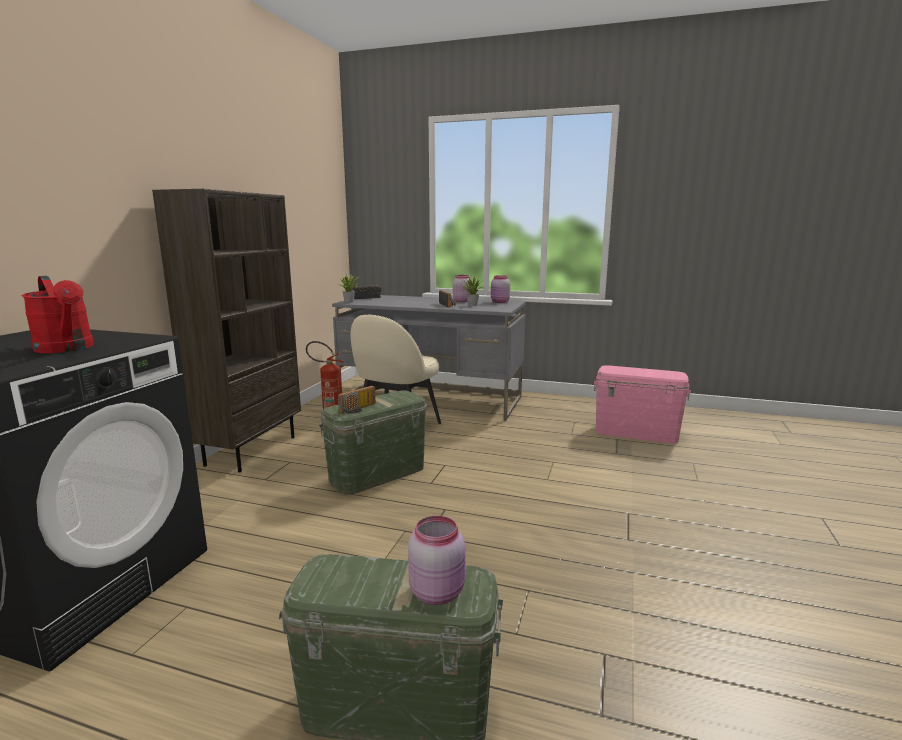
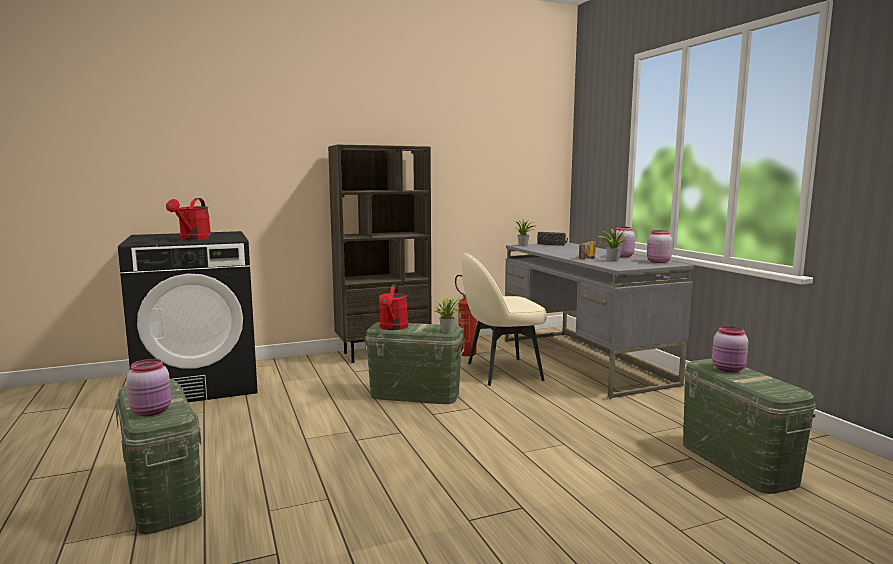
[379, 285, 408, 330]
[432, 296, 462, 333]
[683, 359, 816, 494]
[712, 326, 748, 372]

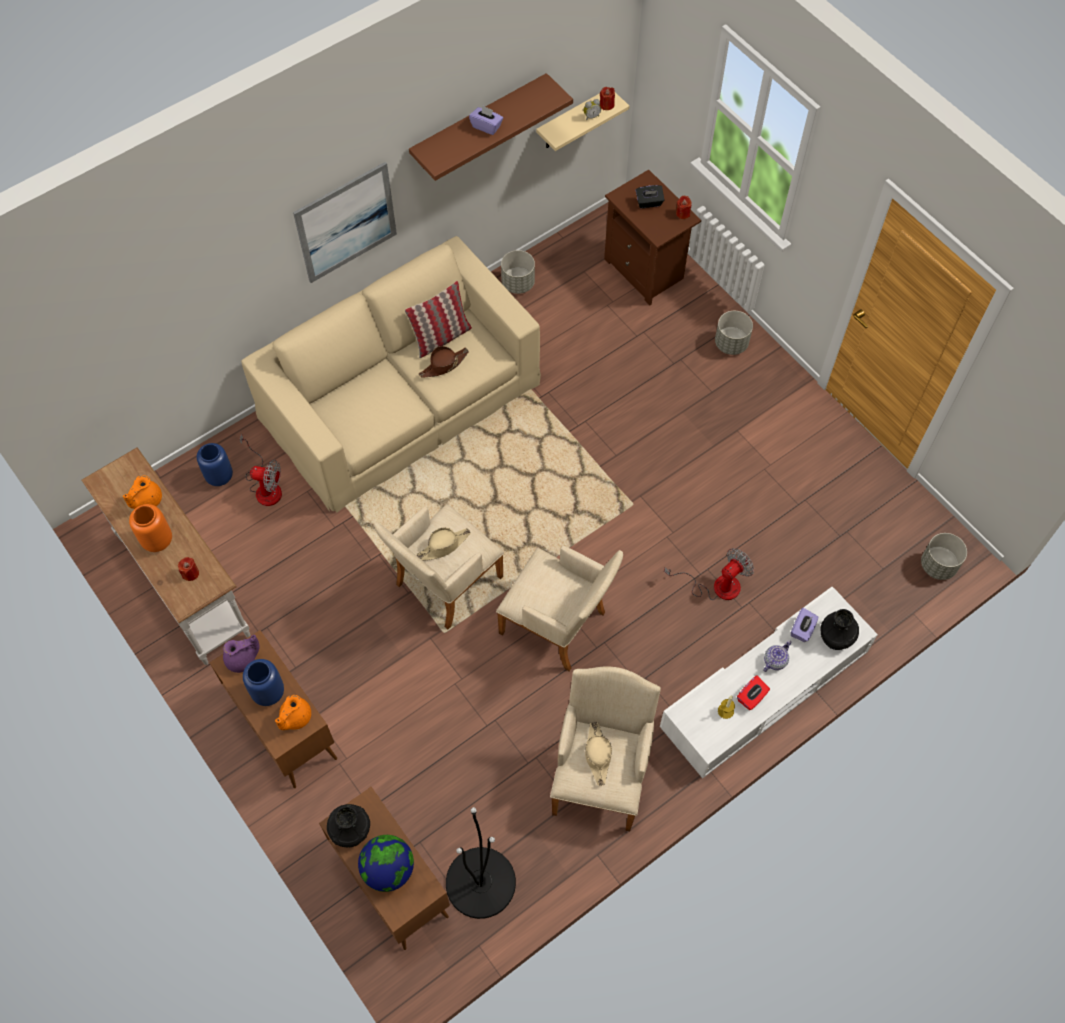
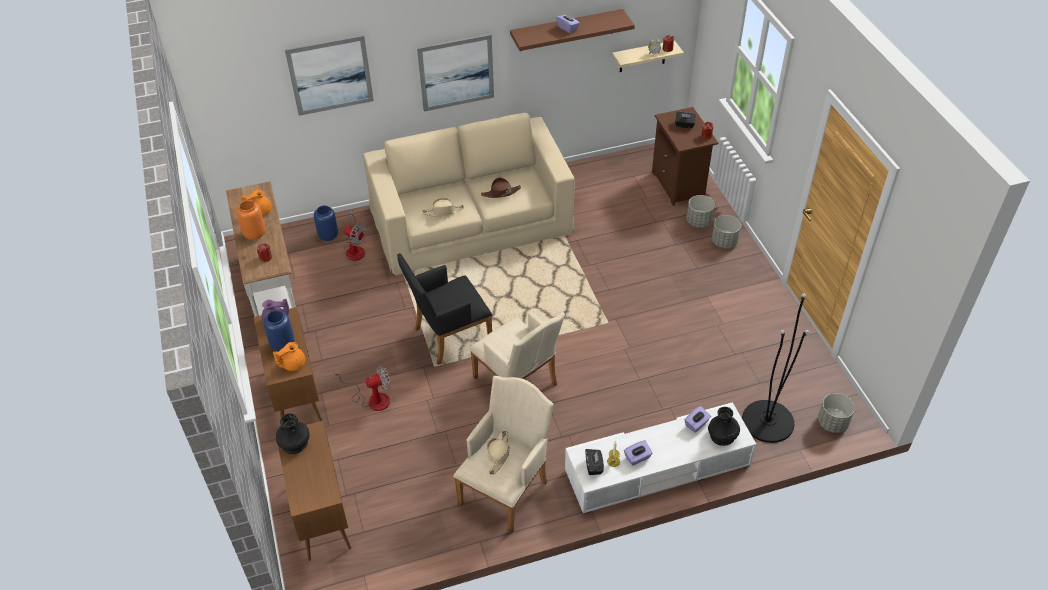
[285, 35, 374, 116]
[334, 365, 391, 411]
[397, 253, 492, 365]
[423, 198, 464, 217]
[585, 449, 604, 475]
[624, 440, 653, 466]
[687, 195, 715, 228]
[742, 293, 809, 443]
[358, 835, 414, 892] (first image)
[405, 281, 472, 358] (first image)
[763, 640, 791, 672] (first image)

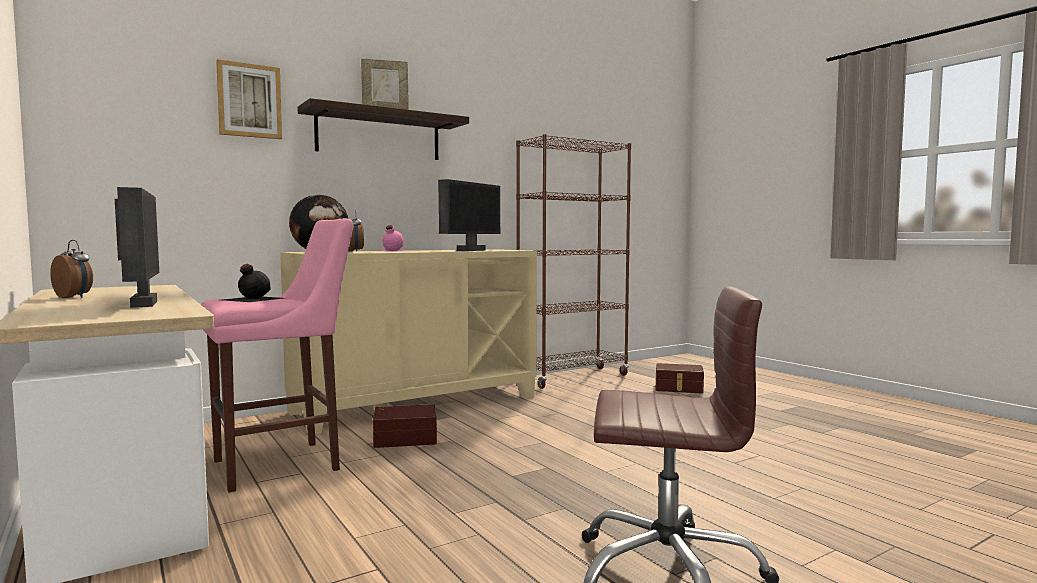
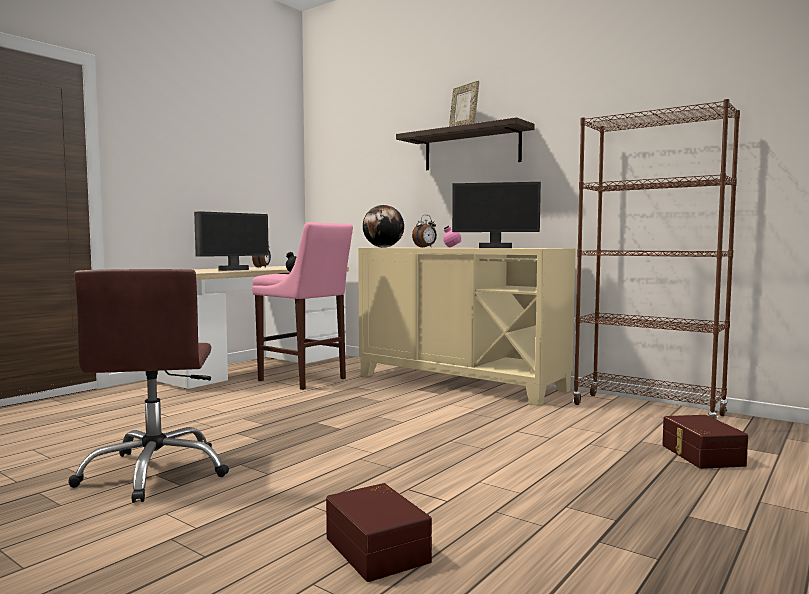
[326, 483, 432, 582]
[216, 59, 282, 139] (first image)

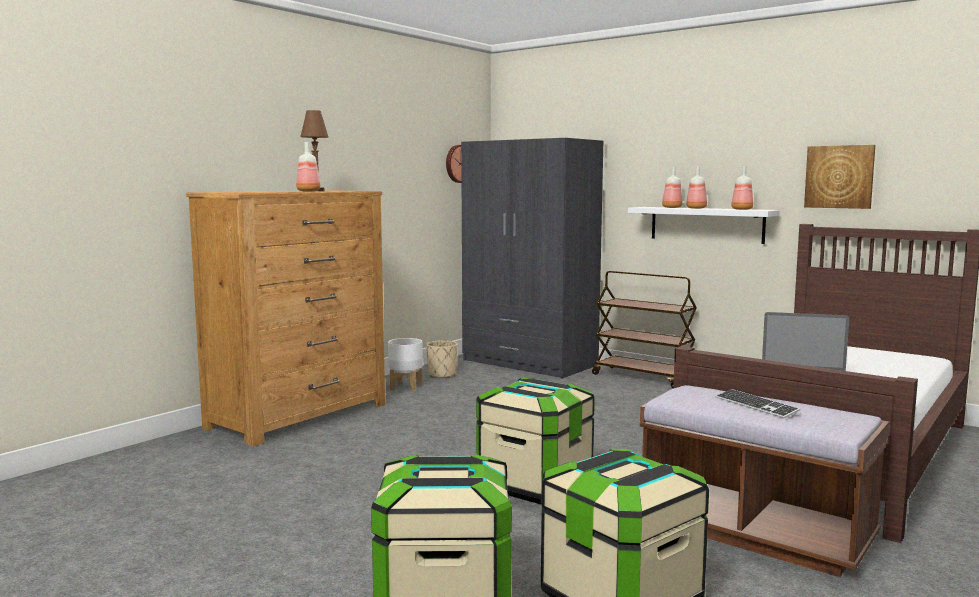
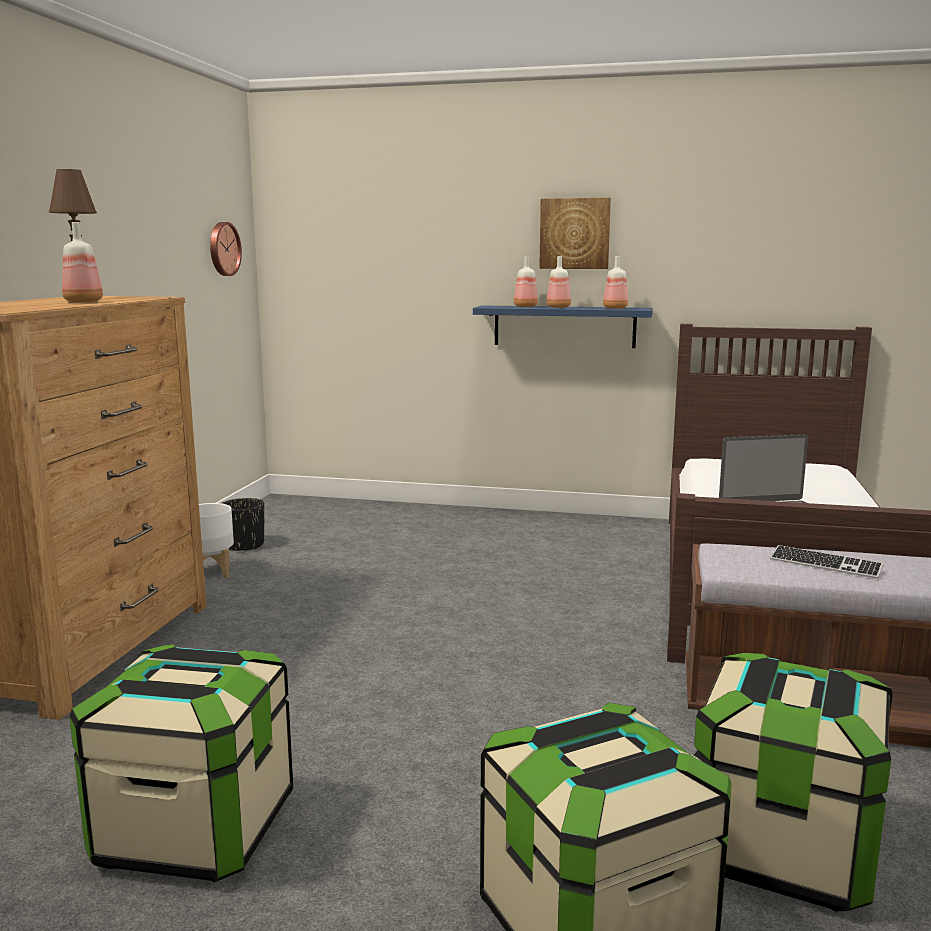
[69, 644, 293, 882]
[221, 498, 264, 551]
[473, 305, 653, 348]
[539, 198, 611, 269]
[461, 138, 603, 379] (first image)
[592, 271, 697, 388] (first image)

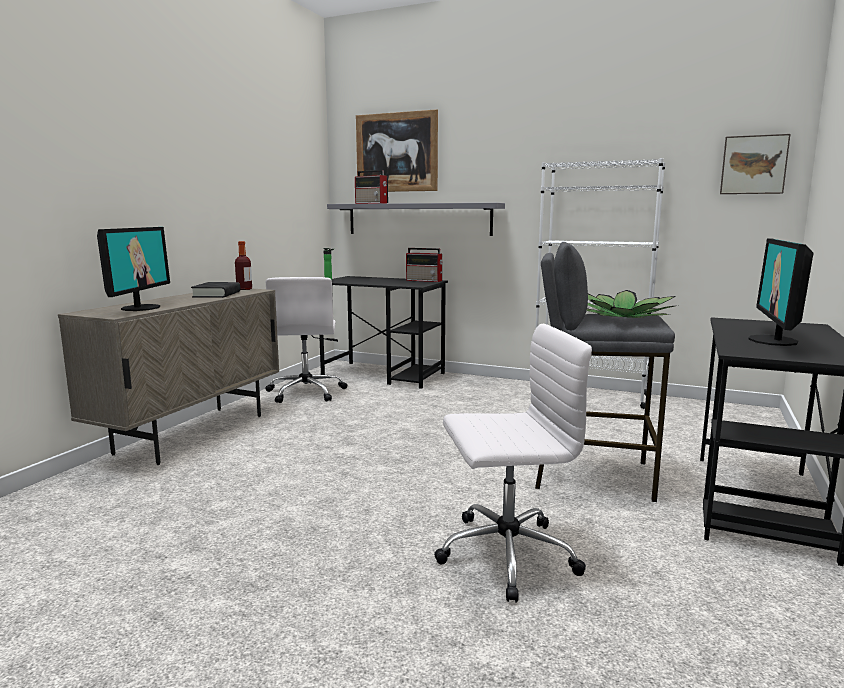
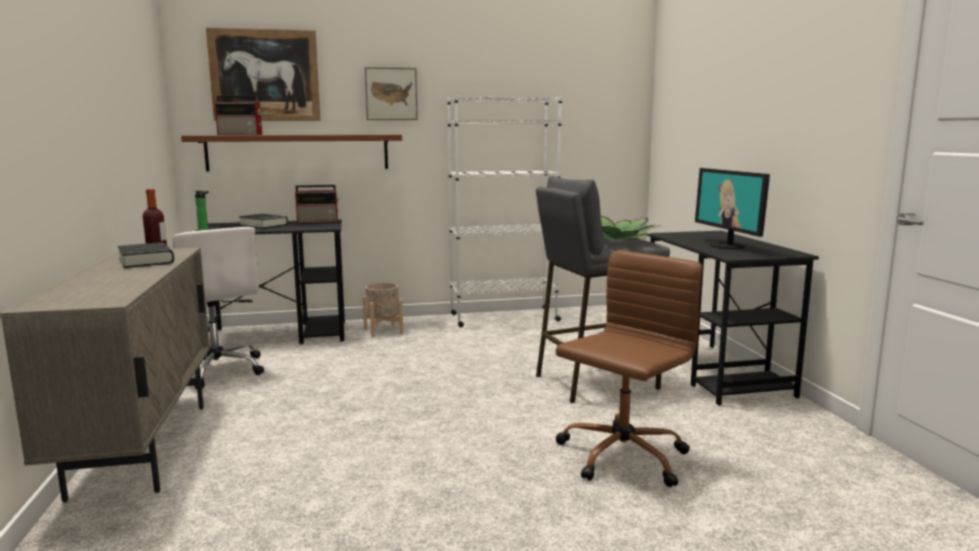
[181, 135, 402, 172]
[239, 214, 288, 229]
[363, 283, 403, 338]
[365, 67, 418, 120]
[556, 251, 702, 487]
[97, 227, 170, 311] (first image)

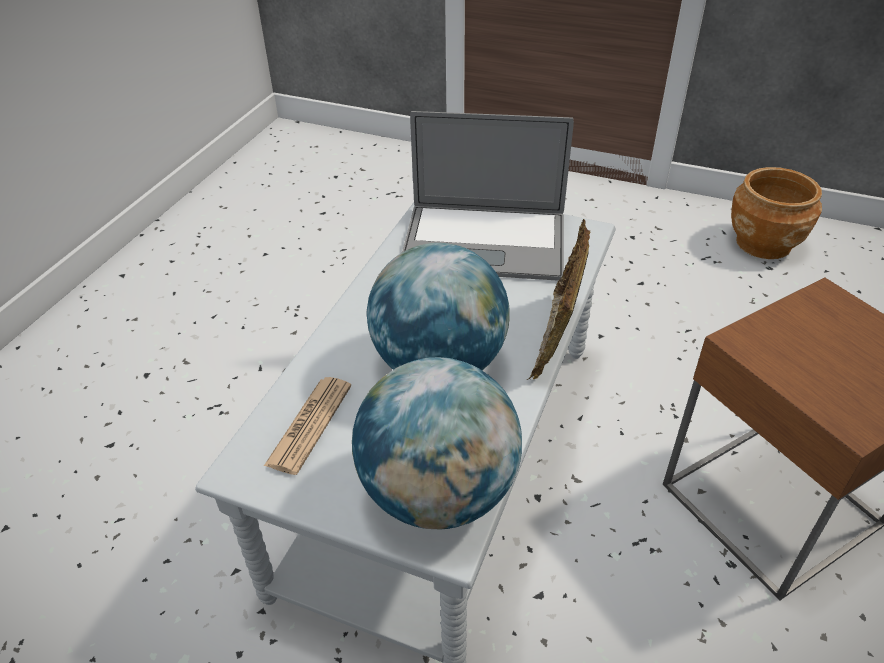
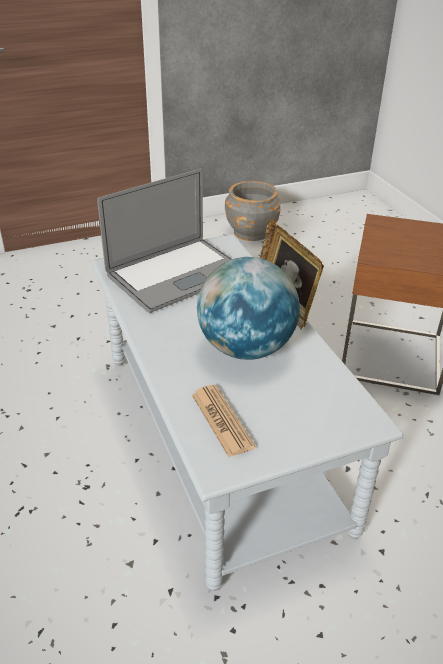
[225, 181, 281, 241]
[352, 357, 522, 530] (first image)

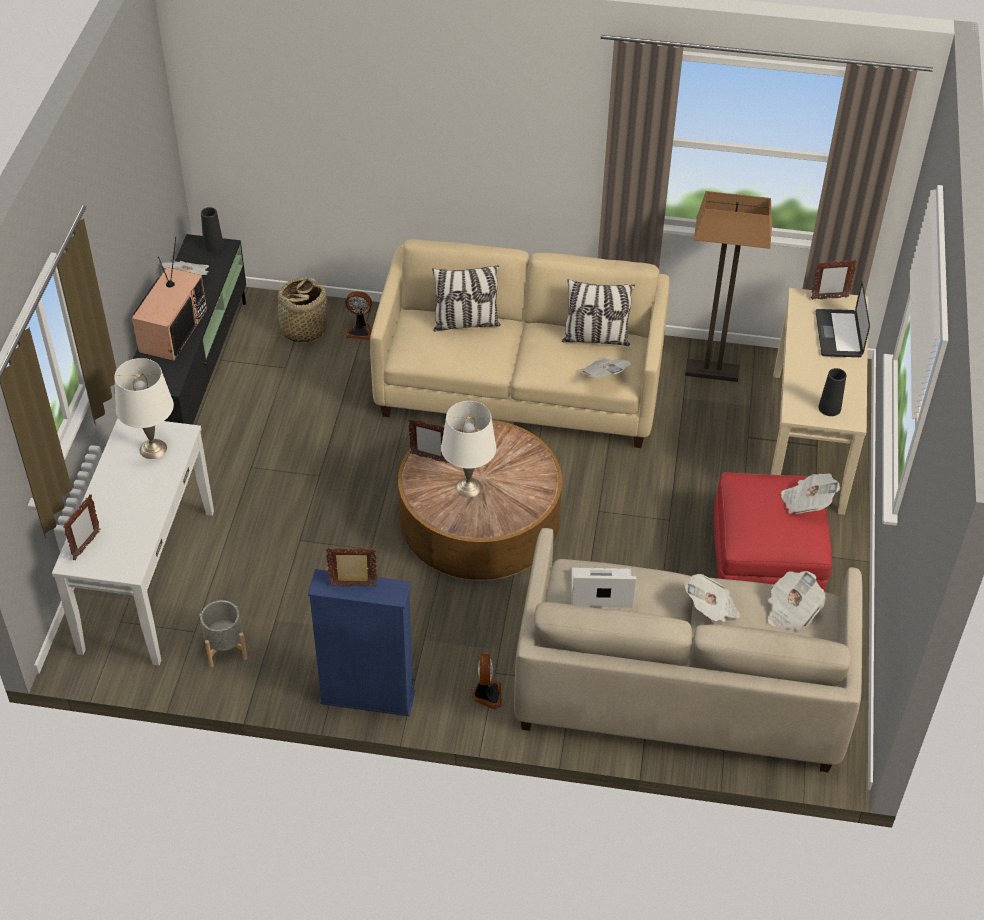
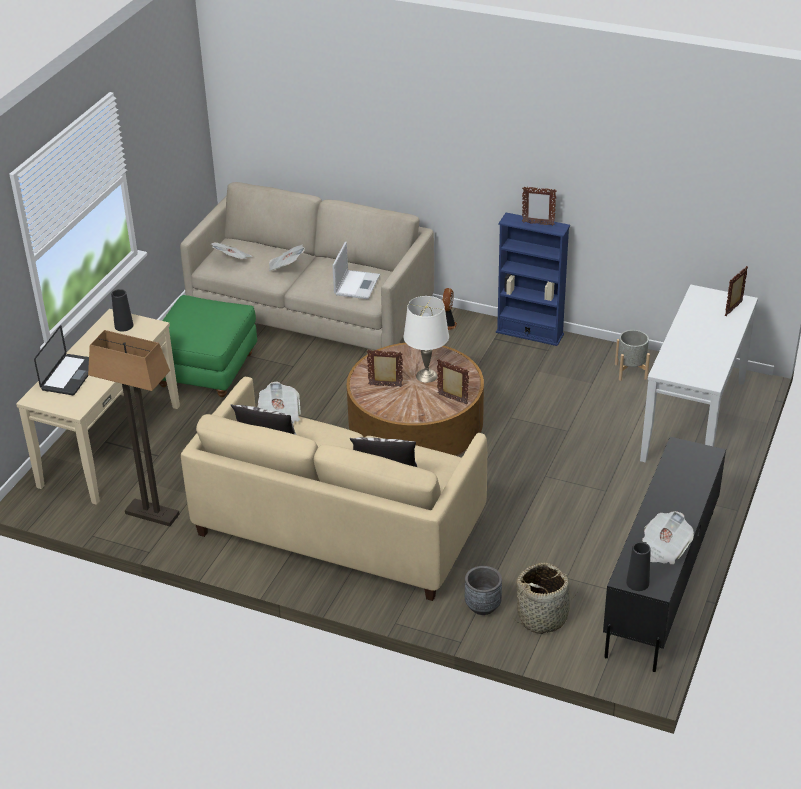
[159, 295, 257, 397]
[332, 242, 380, 299]
[367, 350, 403, 387]
[465, 566, 502, 615]
[114, 358, 174, 459] (first image)
[132, 237, 207, 361] (first image)
[781, 473, 840, 514] (first image)

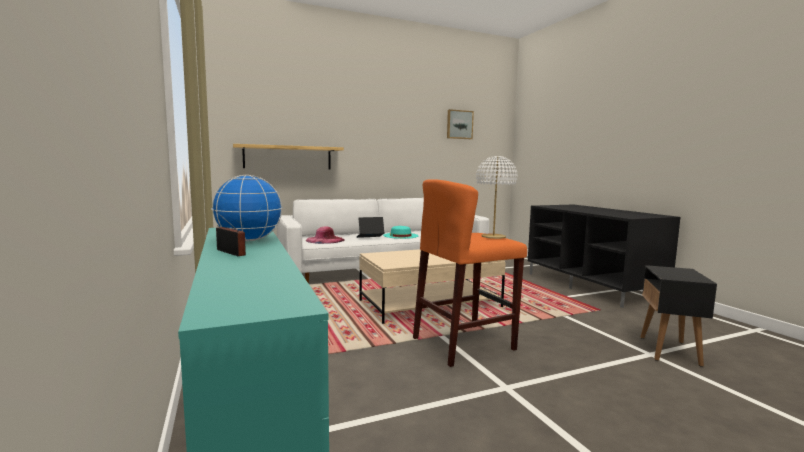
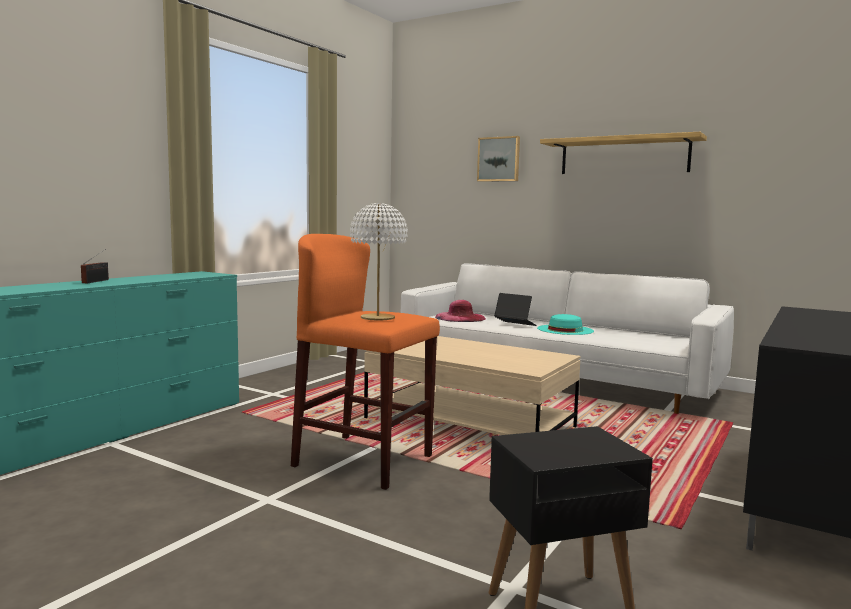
[477, 136, 520, 182]
[540, 132, 707, 174]
[211, 175, 282, 241] (first image)

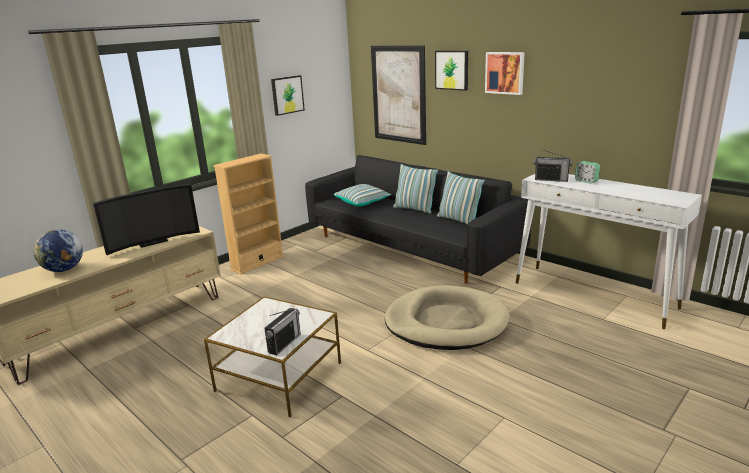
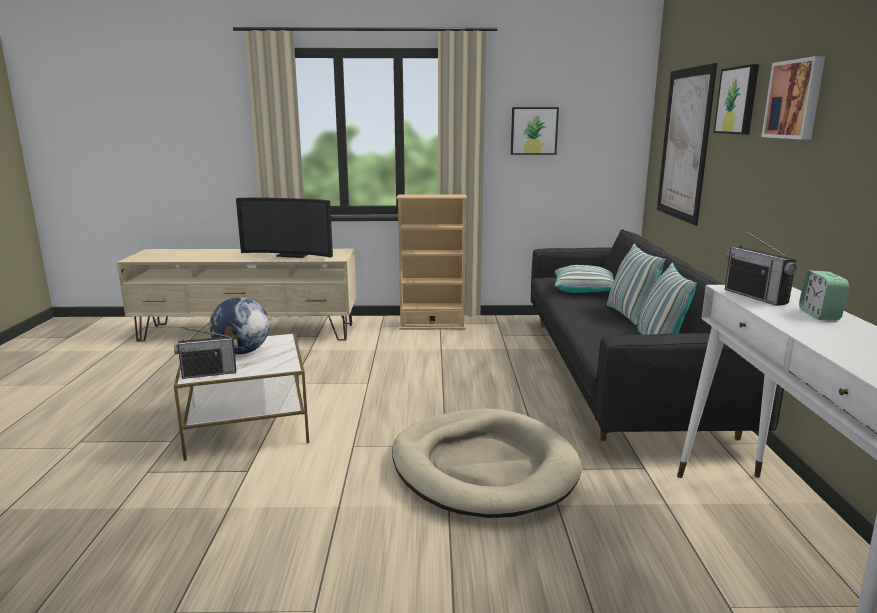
[208, 297, 269, 354]

